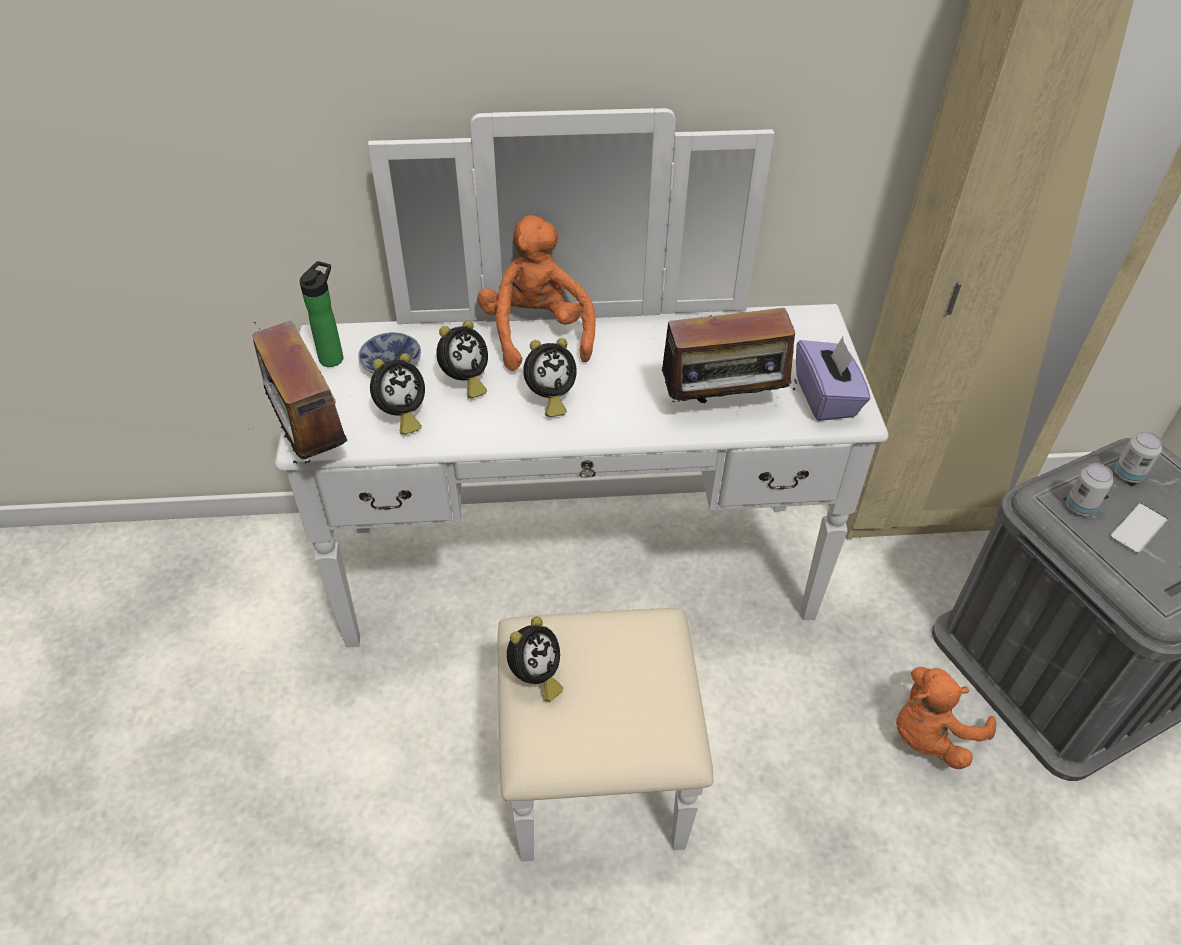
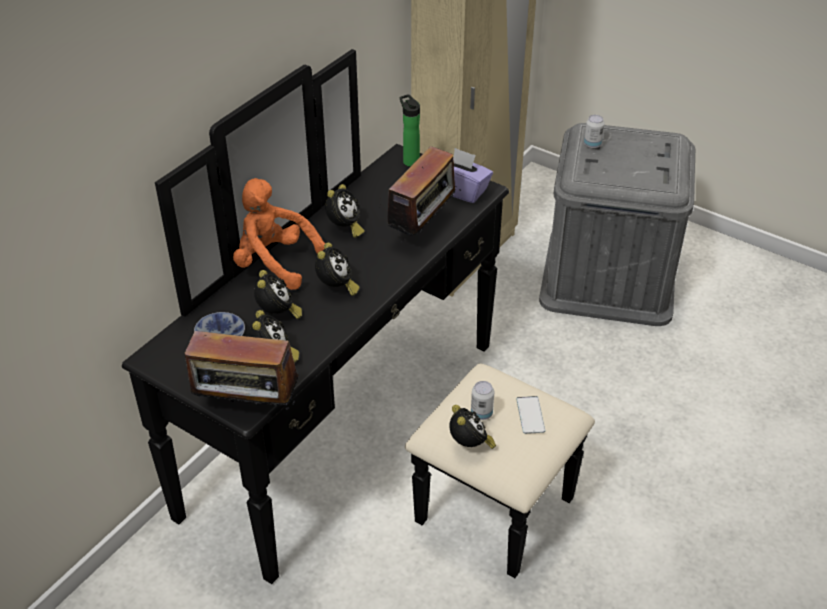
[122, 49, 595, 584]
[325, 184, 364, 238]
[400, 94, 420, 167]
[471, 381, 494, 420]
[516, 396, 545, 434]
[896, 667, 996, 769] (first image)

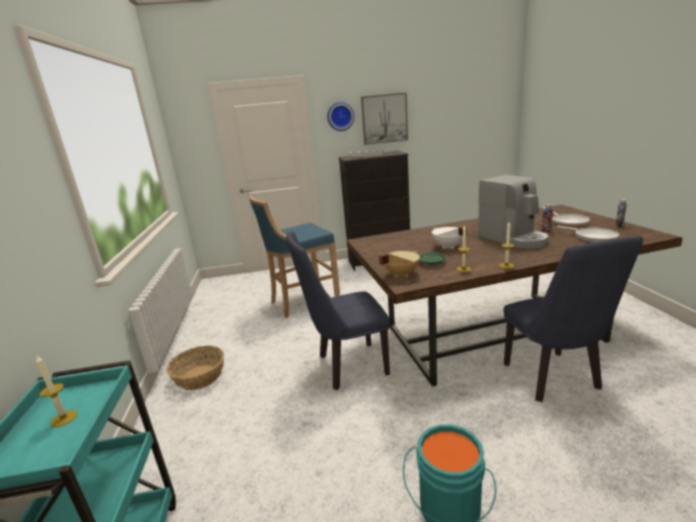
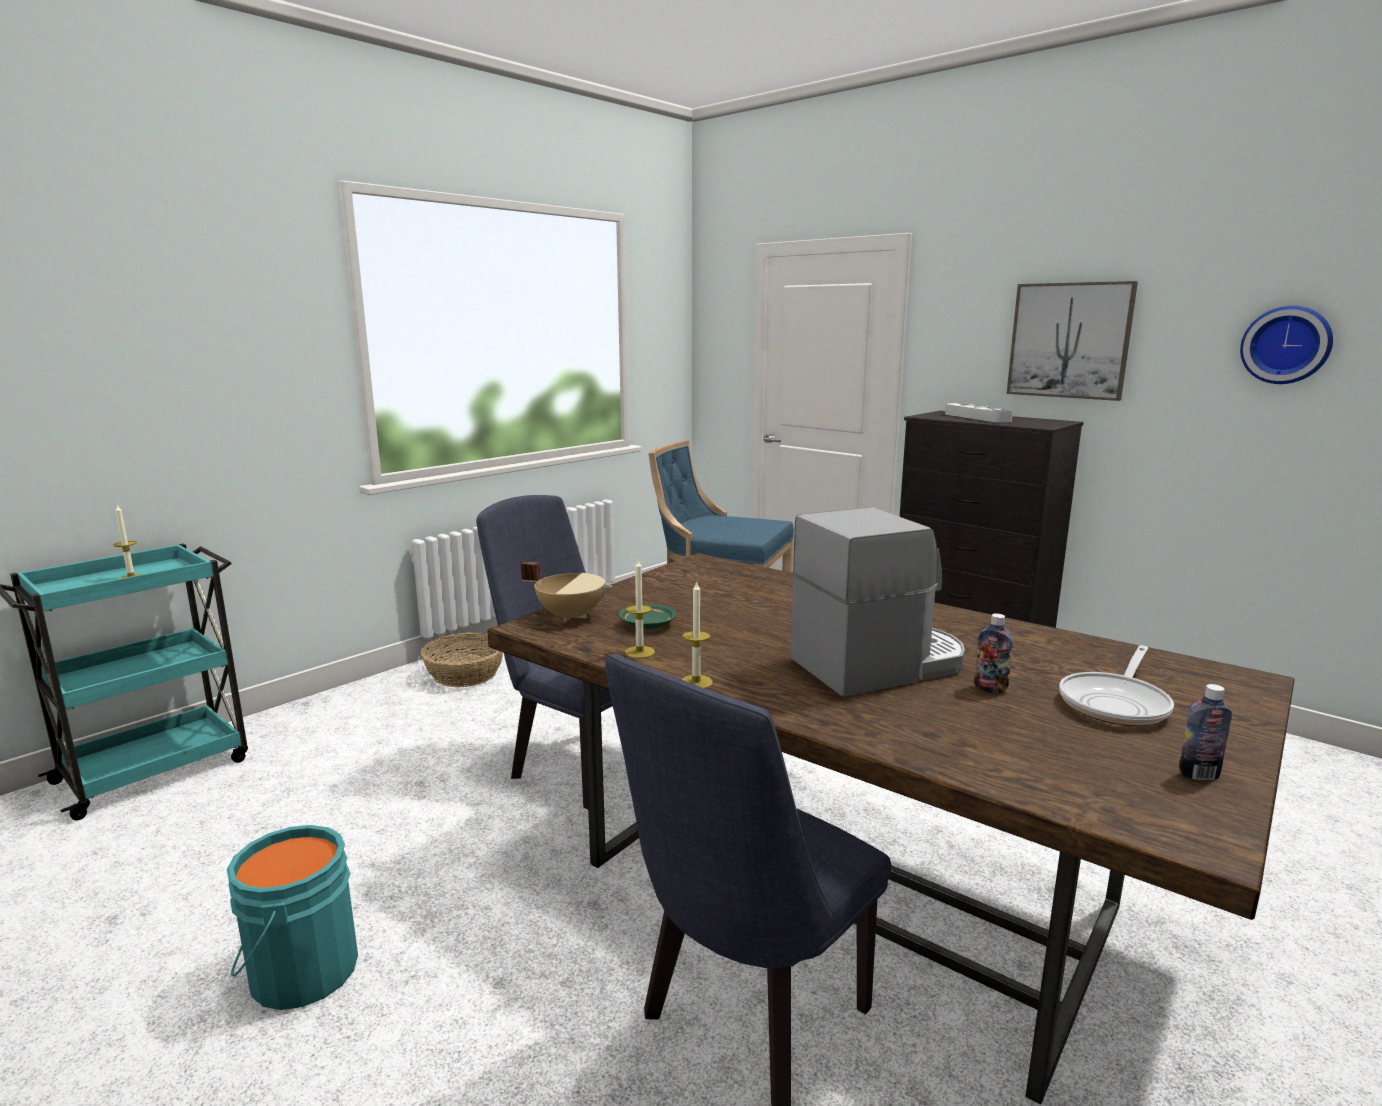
[790, 507, 965, 697]
[1240, 306, 1333, 384]
[432, 227, 467, 249] (first image)
[557, 226, 619, 243] (first image)

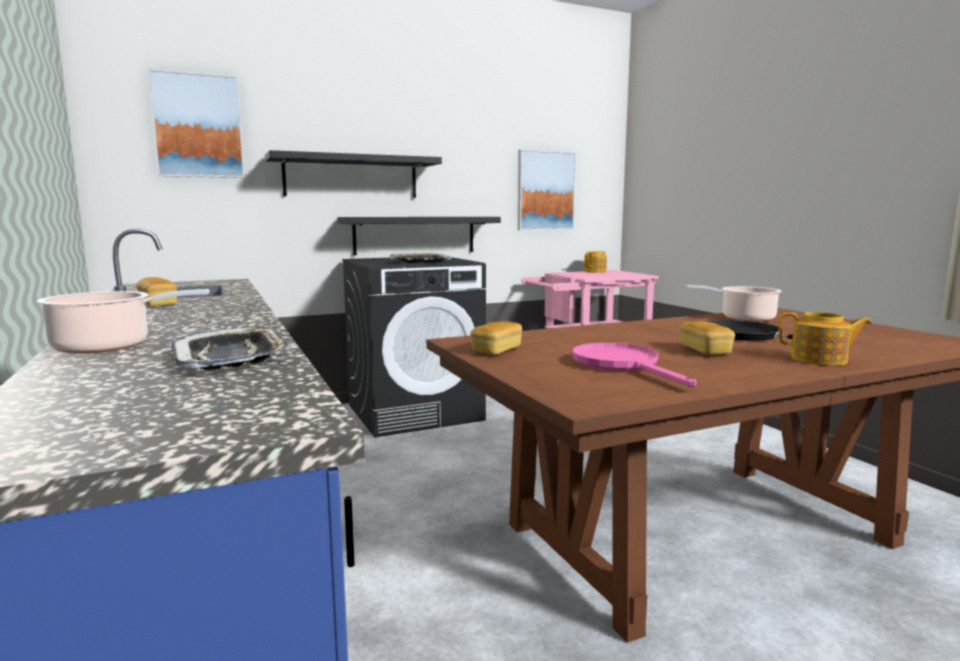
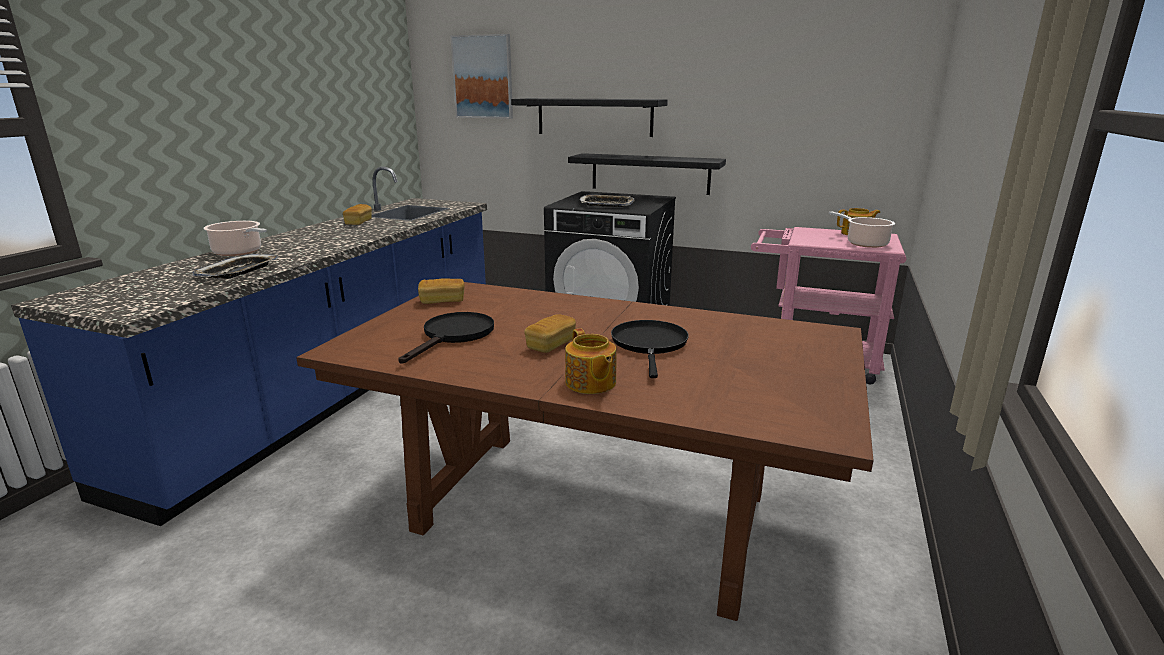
[398, 312, 494, 363]
[829, 211, 895, 248]
[518, 150, 576, 231] (first image)

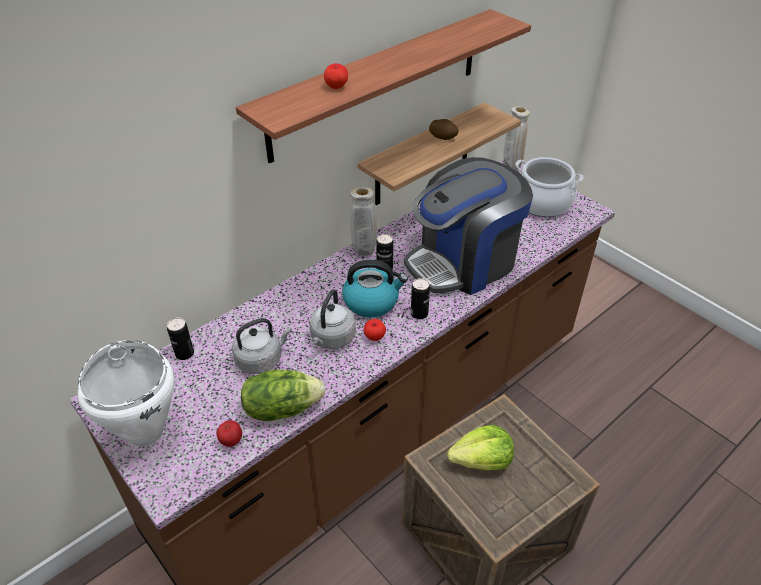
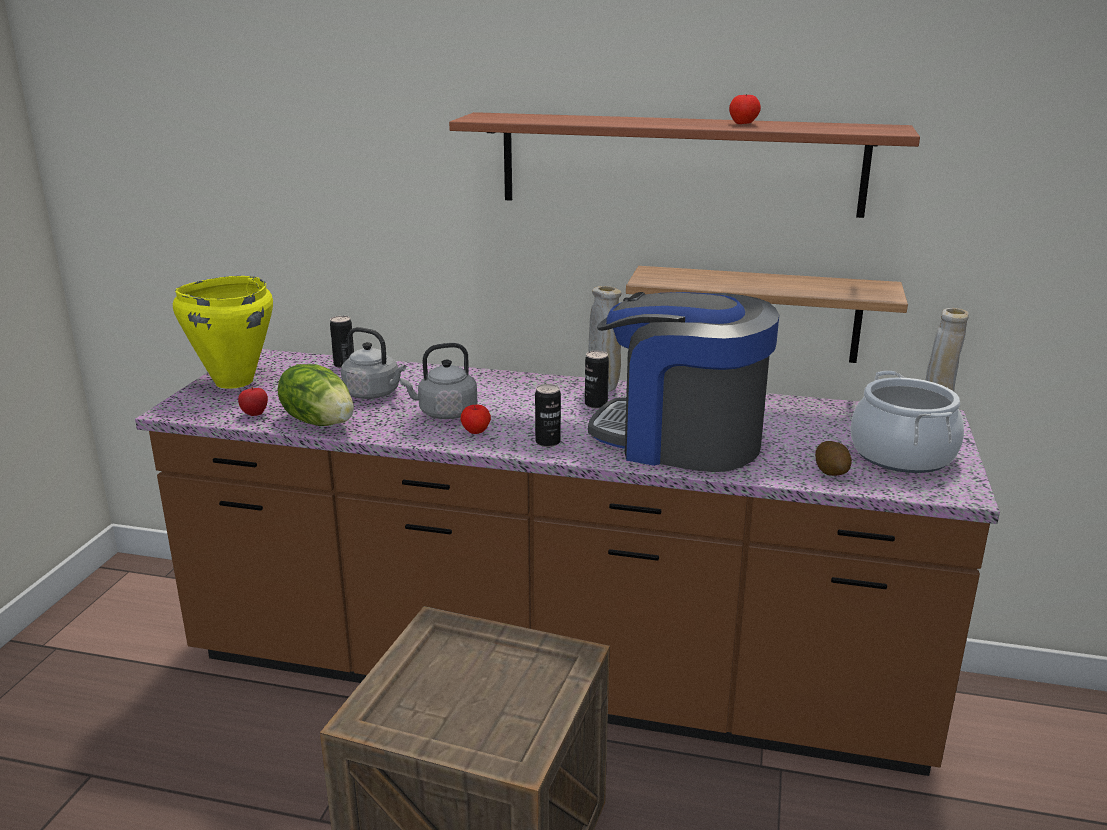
[173, 276, 273, 389]
[729, 94, 761, 124]
[815, 441, 852, 476]
[342, 260, 408, 318] (first image)
[447, 425, 514, 471] (first image)

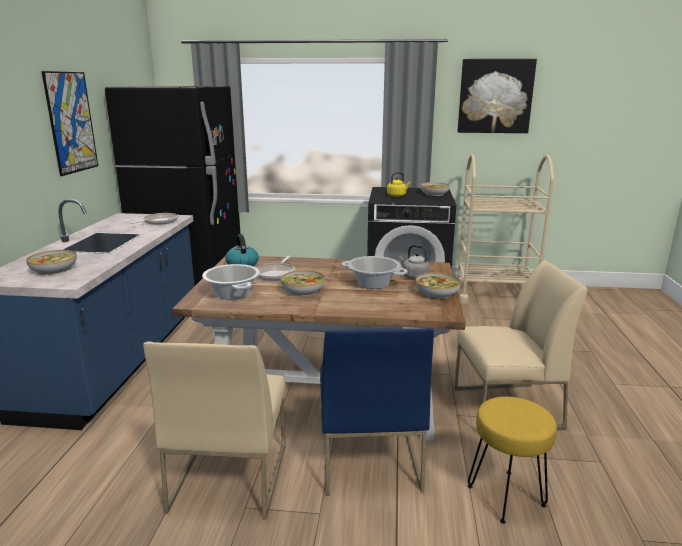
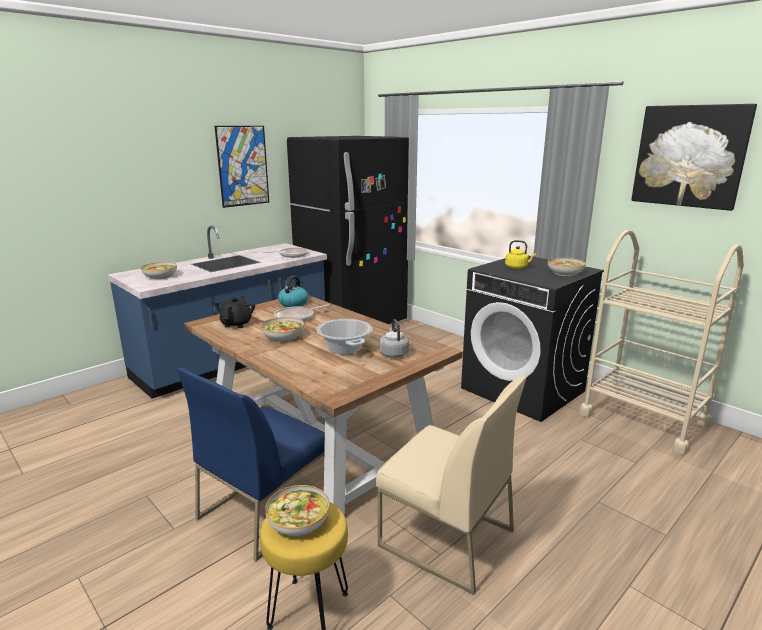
[215, 296, 255, 328]
[265, 485, 330, 537]
[143, 342, 286, 519] (first image)

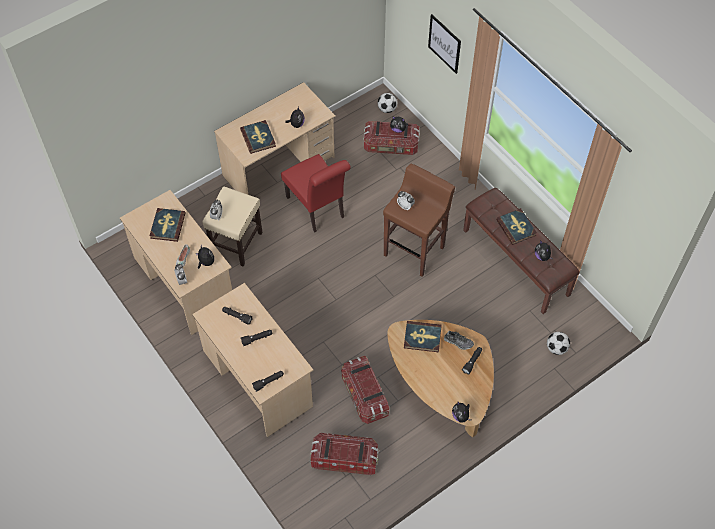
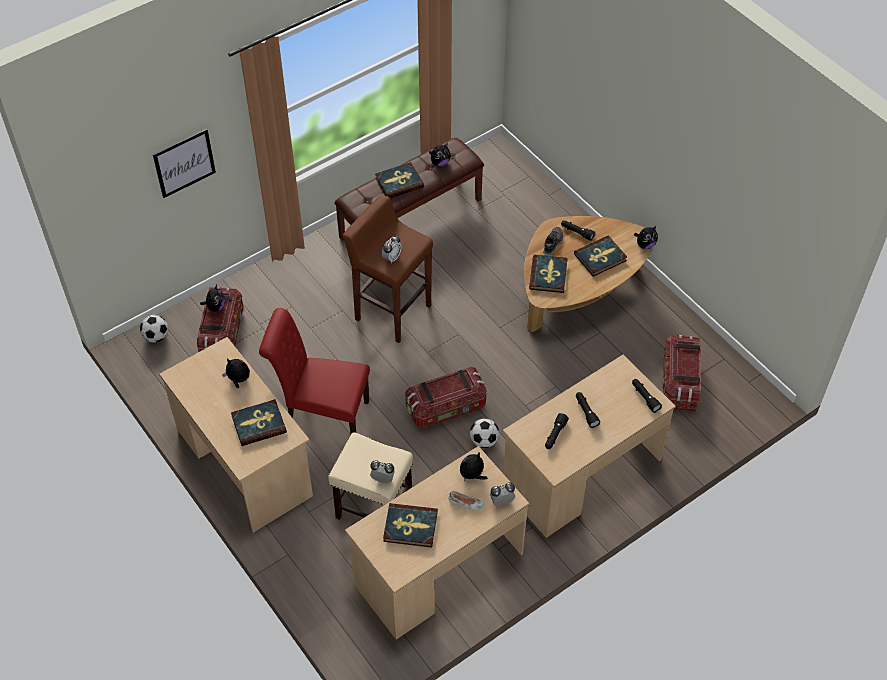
[259, 308, 370, 434]
[405, 367, 487, 429]
[470, 418, 499, 448]
[574, 236, 627, 277]

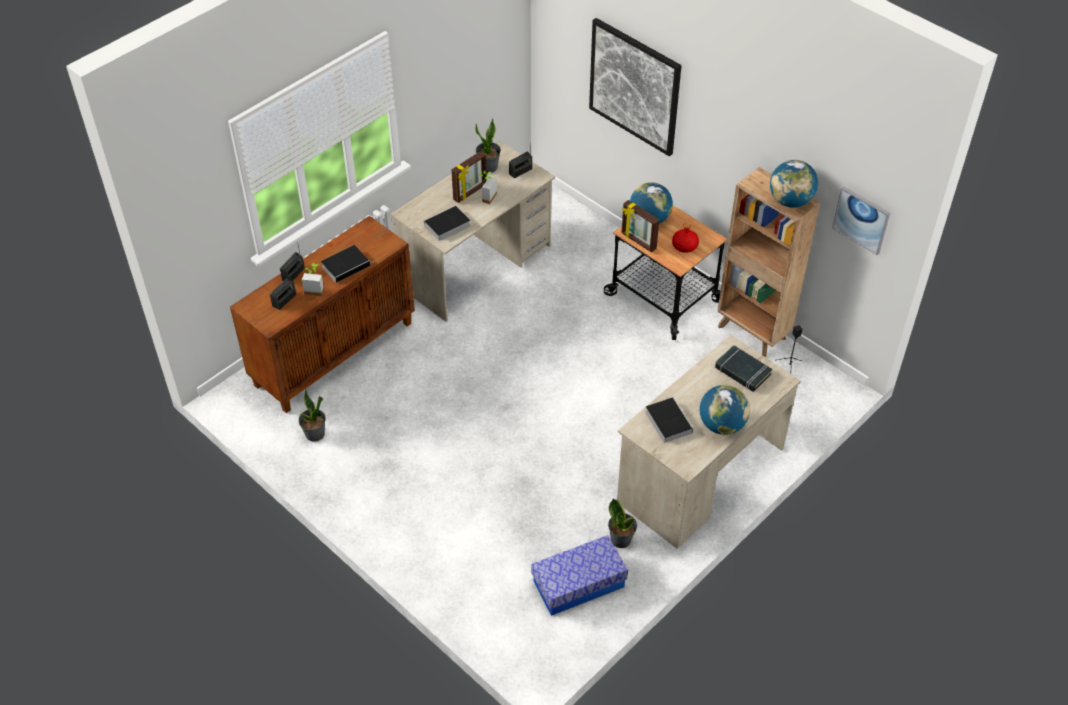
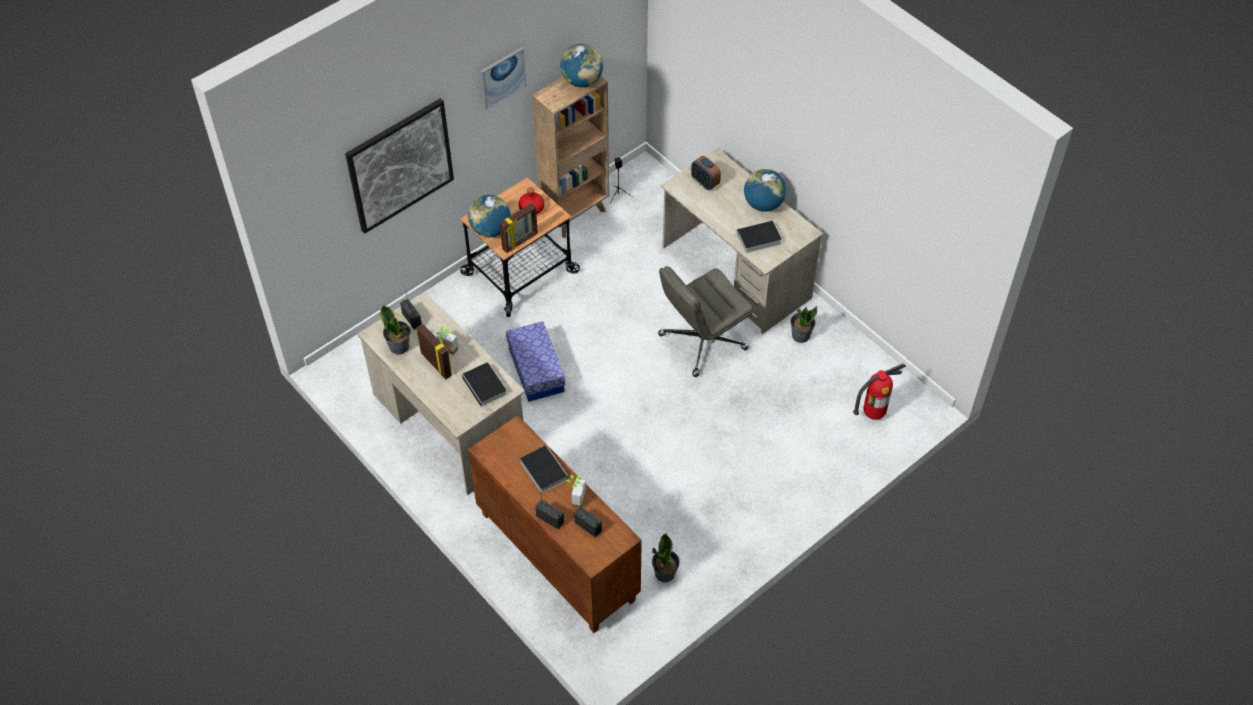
[481, 47, 526, 110]
[506, 321, 565, 402]
[658, 266, 753, 377]
[691, 156, 721, 190]
[853, 363, 906, 420]

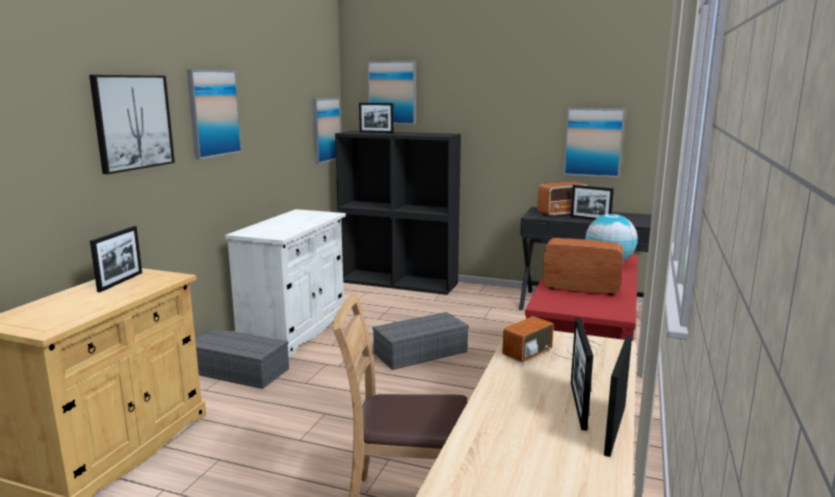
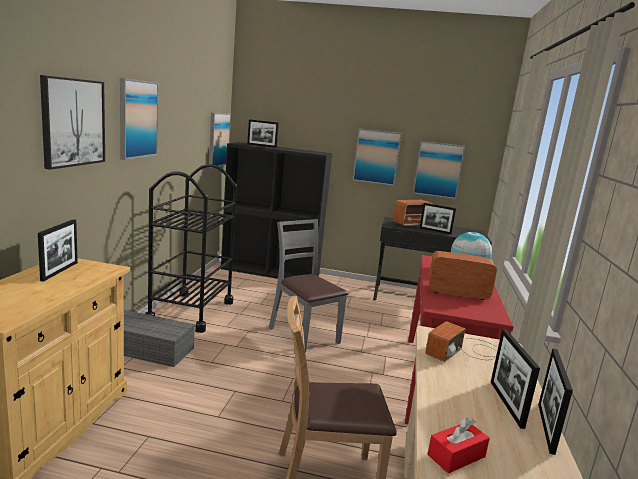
[145, 164, 237, 333]
[269, 219, 349, 353]
[353, 128, 402, 186]
[427, 417, 490, 473]

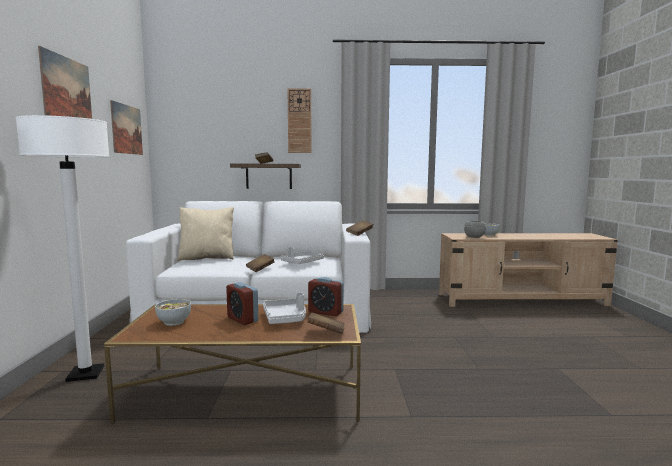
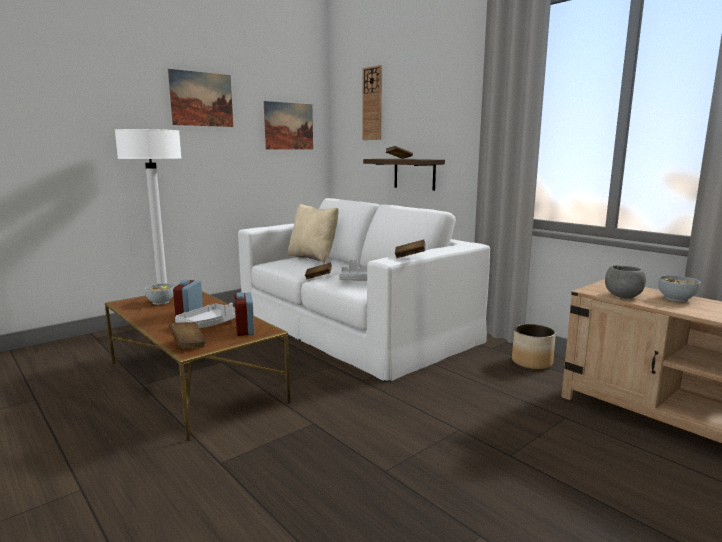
[363, 65, 382, 140]
[512, 324, 556, 370]

